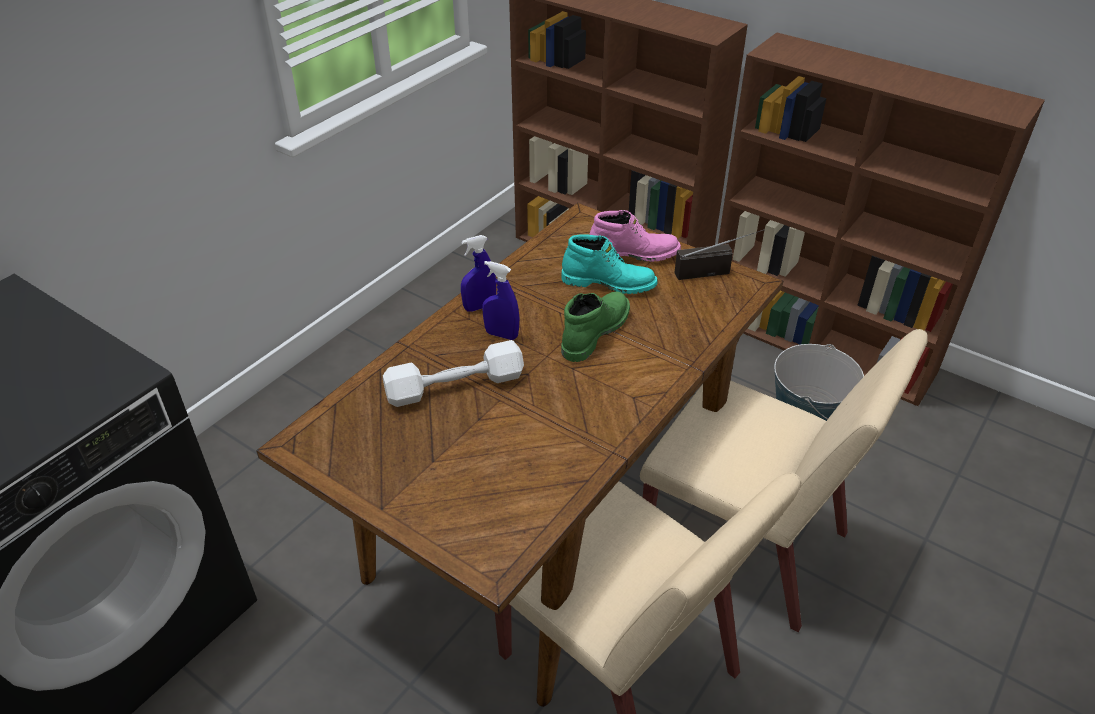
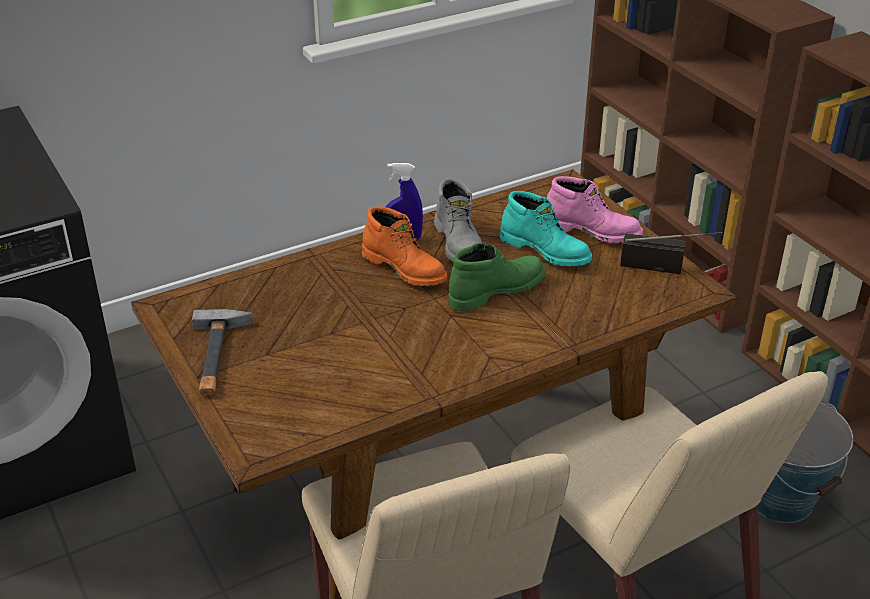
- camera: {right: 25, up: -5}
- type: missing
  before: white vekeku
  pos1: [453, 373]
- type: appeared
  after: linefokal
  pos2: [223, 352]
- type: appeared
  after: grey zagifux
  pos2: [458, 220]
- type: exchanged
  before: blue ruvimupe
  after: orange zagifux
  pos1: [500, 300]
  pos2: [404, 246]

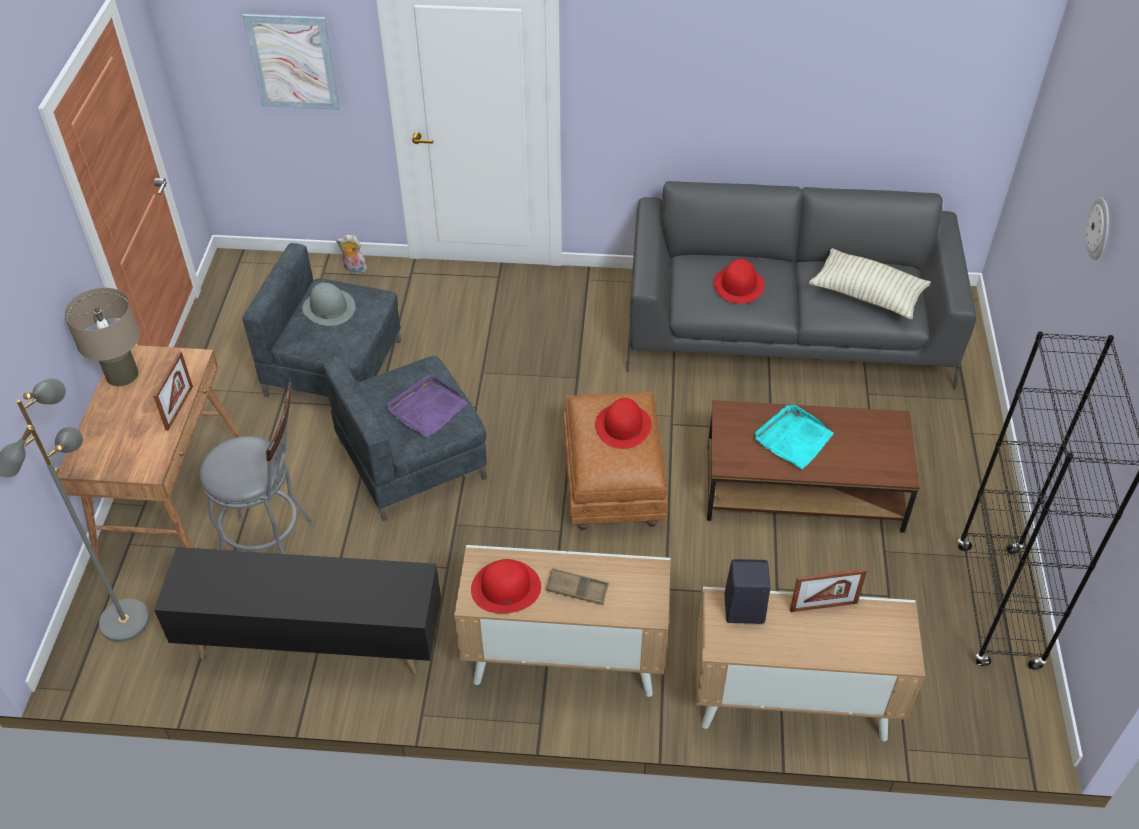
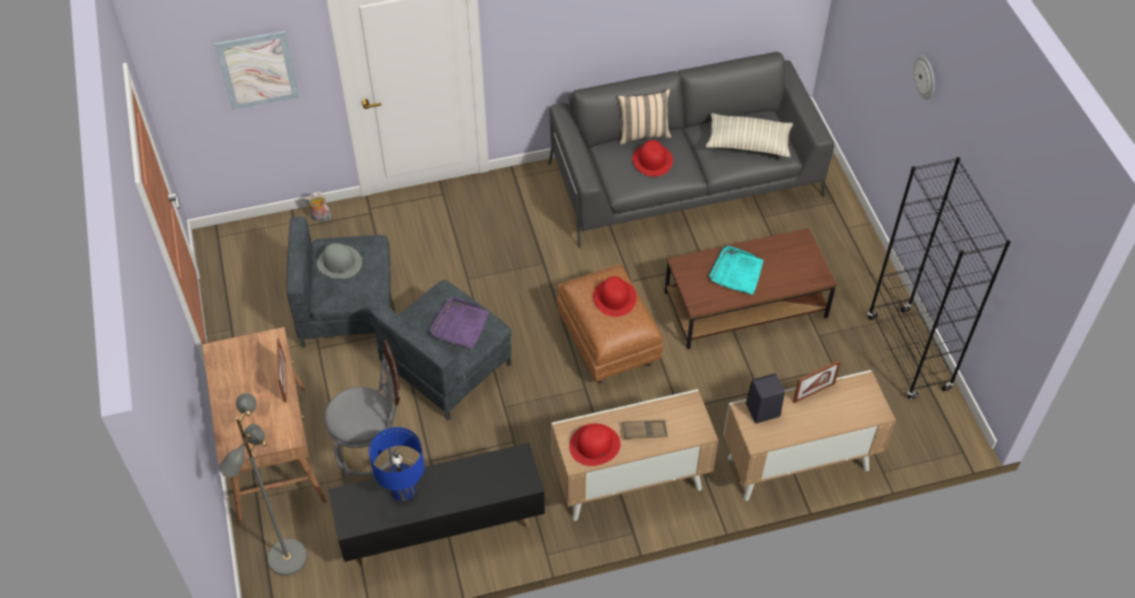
- camera: {right: -20, up: 5}
- type: missing
  before: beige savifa
  pos1: [102, 337]
- type: appeared
  after: blue savifa
  pos2: [396, 464]
- type: appeared
  after: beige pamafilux
  pos2: [644, 117]

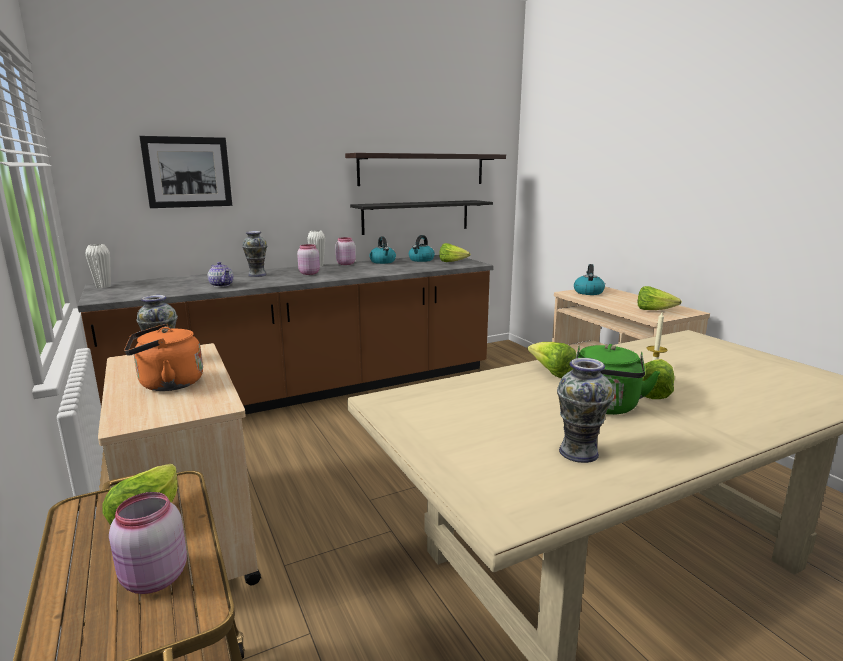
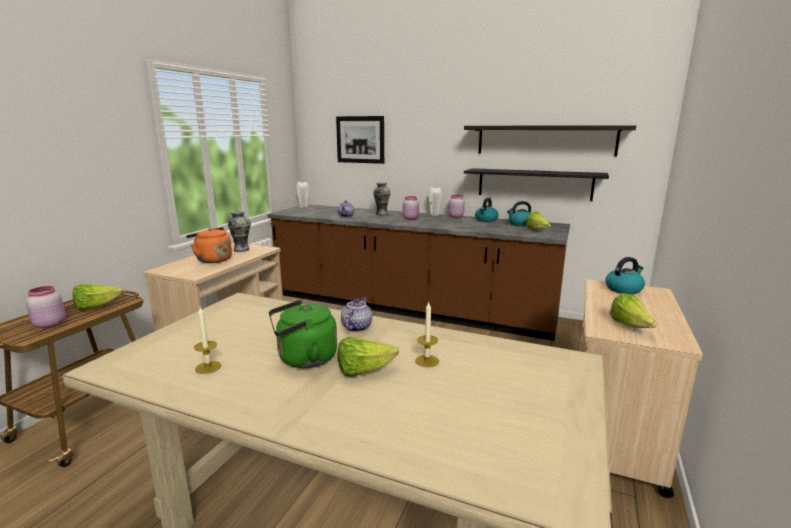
- camera: {right: 50, up: 0}
- type: exchanged
  before: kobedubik
  after: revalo
  pos1: [551, 360]
  pos2: [356, 314]
- type: exchanged
  before: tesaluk
  after: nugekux
  pos1: [585, 410]
  pos2: [208, 340]

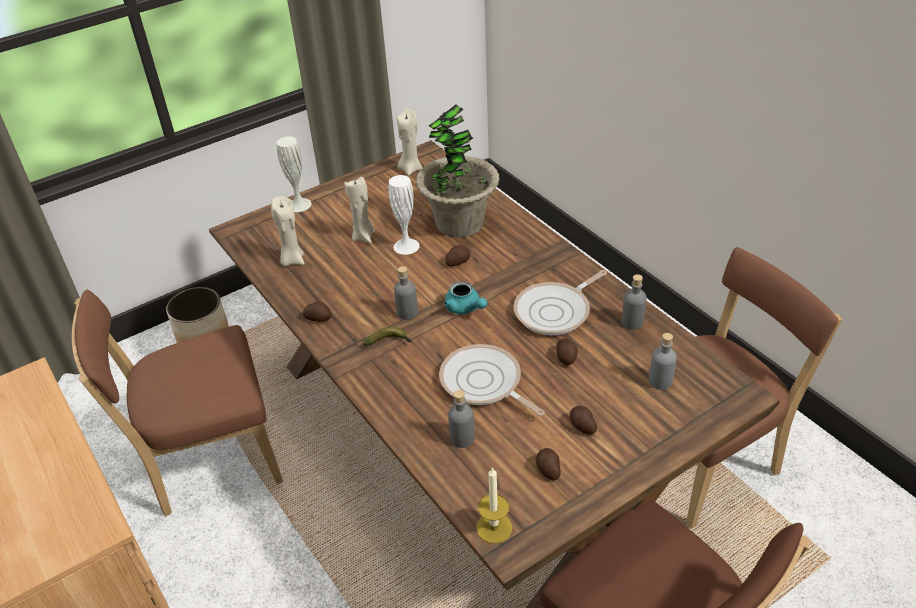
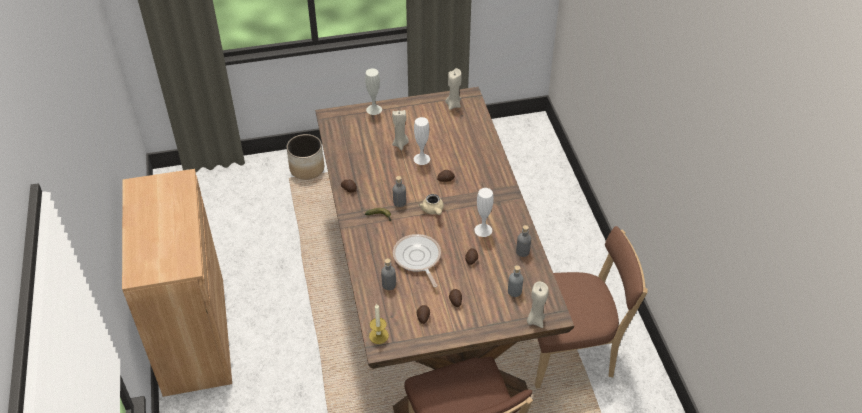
- camera: {right: 20, up: 5}
- type: missing
  before: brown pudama
  pos1: [177, 403]
- type: missing
  before: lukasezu
  pos1: [457, 170]
- type: relocated
  before: beige nugekux
  pos1: [287, 231]
  pos2: [537, 304]
- type: exchanged
  before: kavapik
  after: white tesaluk
  pos1: [560, 302]
  pos2: [484, 212]
- type: colour
  before: turquoise revalo
  after: beige revalo
  pos1: [466, 297]
  pos2: [431, 204]

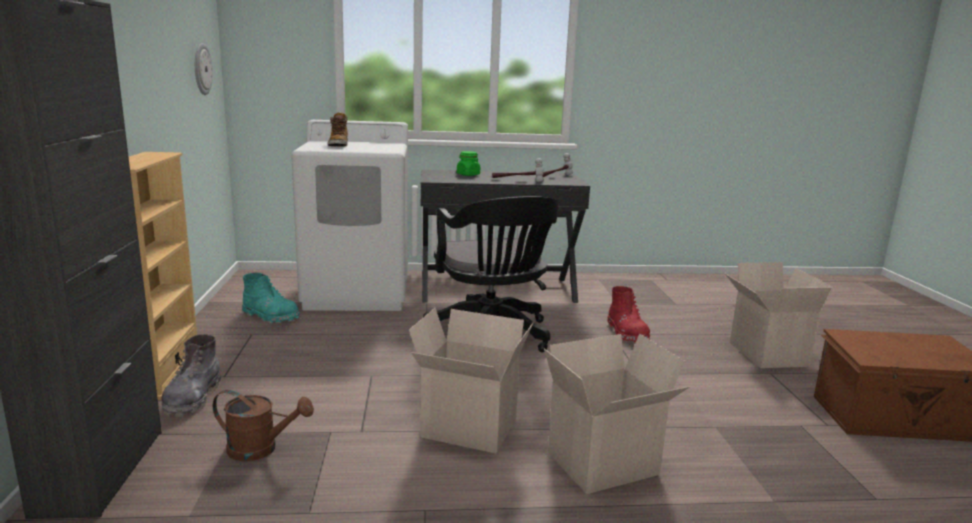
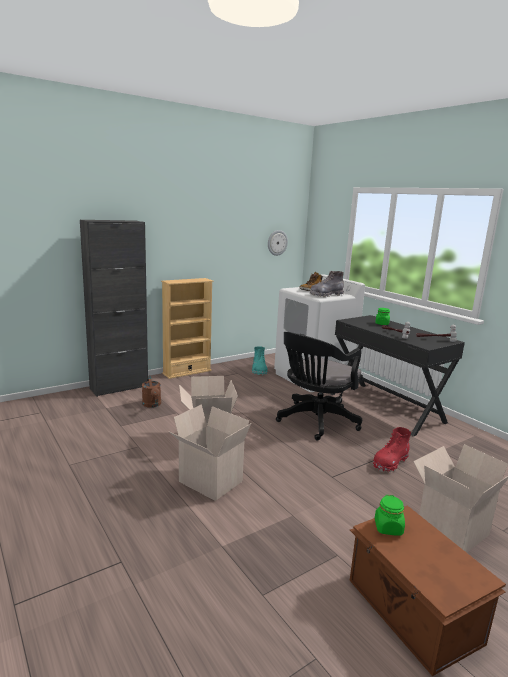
- camera: {right: 60, up: 0}
- type: appeared
  after: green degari
  pos2: [390, 515]
- type: relocated
  before: grey zagifux
  pos1: [191, 376]
  pos2: [327, 284]

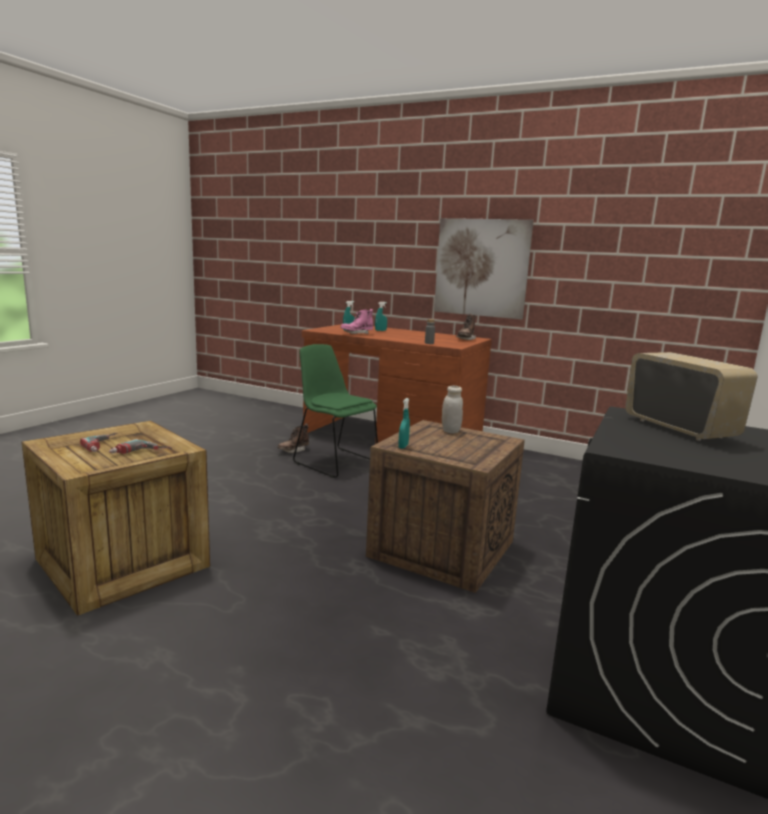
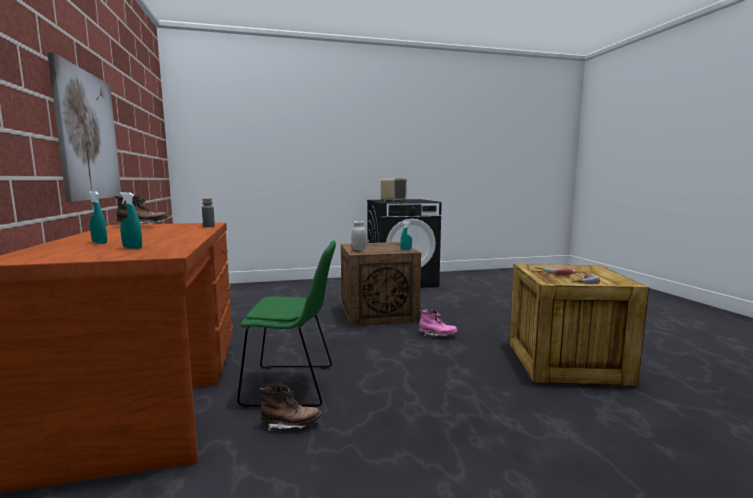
- camera: {right: -130, up: -5}
- type: relocated
  before: pink zagifux
  pos1: [356, 321]
  pos2: [438, 323]
- type: spun
  before: green pudama
  pos1: [335, 411]
  pos2: [286, 324]
  turn: -90

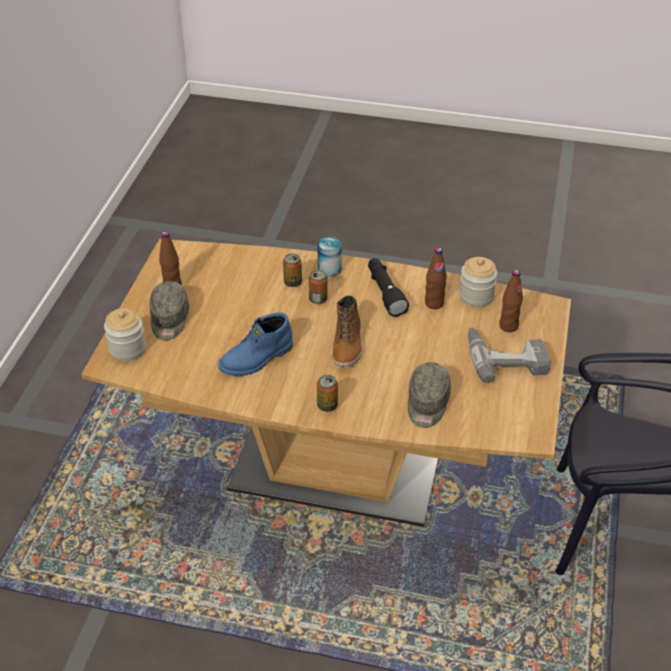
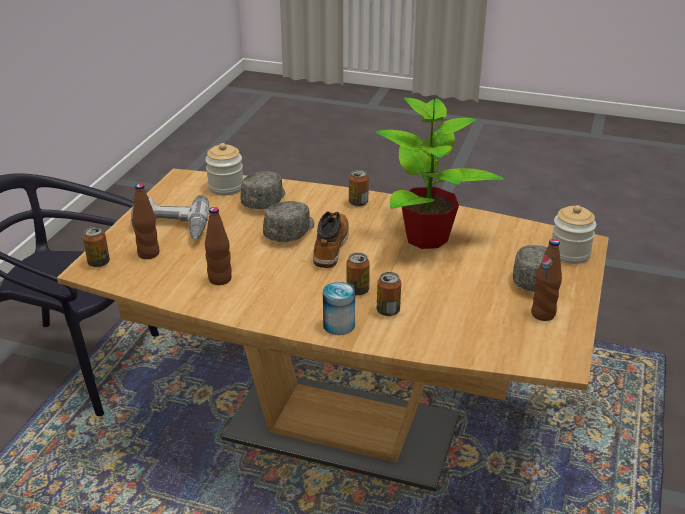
- camera: {right: -175, up: -10}
- type: missing
  before: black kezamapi
  pos1: [388, 287]
- type: appeared
  after: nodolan
  pos2: [96, 246]
- type: appeared
  after: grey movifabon
  pos2: [288, 221]
- type: relocated
  before: degari
  pos1: [478, 282]
  pos2: [224, 169]
- type: exchanged
  before: blue zagifux
  after: lukasezu
  pos1: [255, 344]
  pos2: [440, 172]

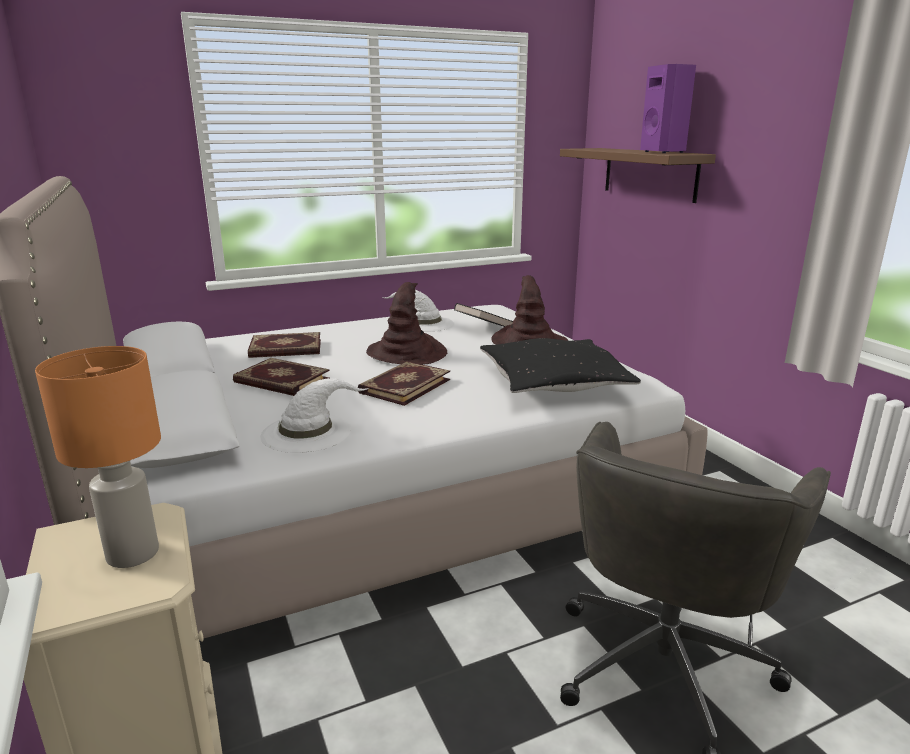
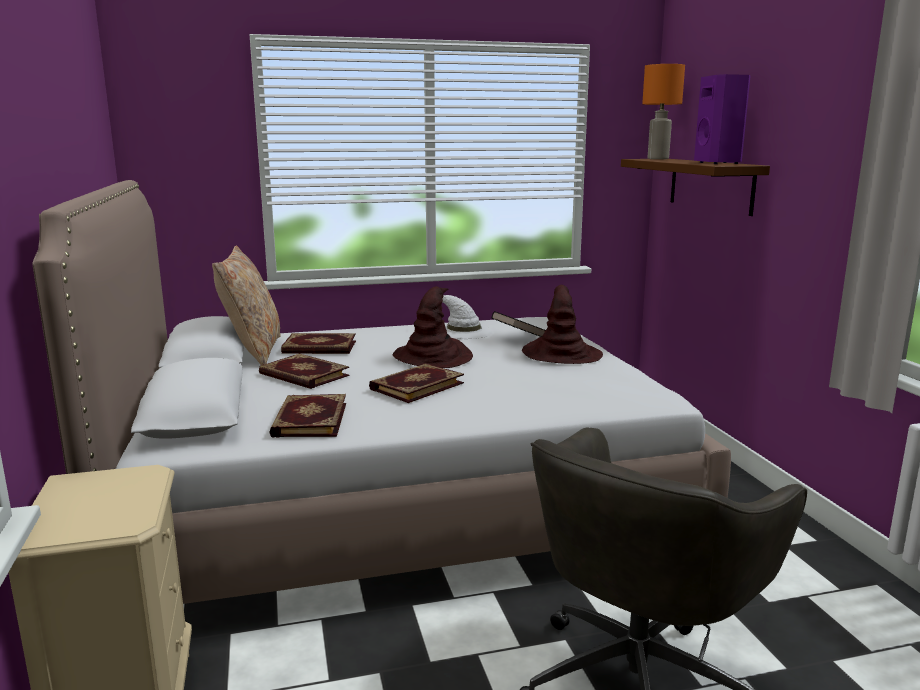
- camera: {right: 10, up: -5}
- type: missing
  before: black pamafilux
  pos1: [560, 365]
- type: appeared
  after: beige pamafilux
  pos2: [246, 305]
- type: relocated
  before: orange savifa
  pos1: [98, 457]
  pos2: [663, 111]
- type: exchanged
  before: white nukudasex
  after: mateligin
  pos1: [314, 415]
  pos2: [307, 416]

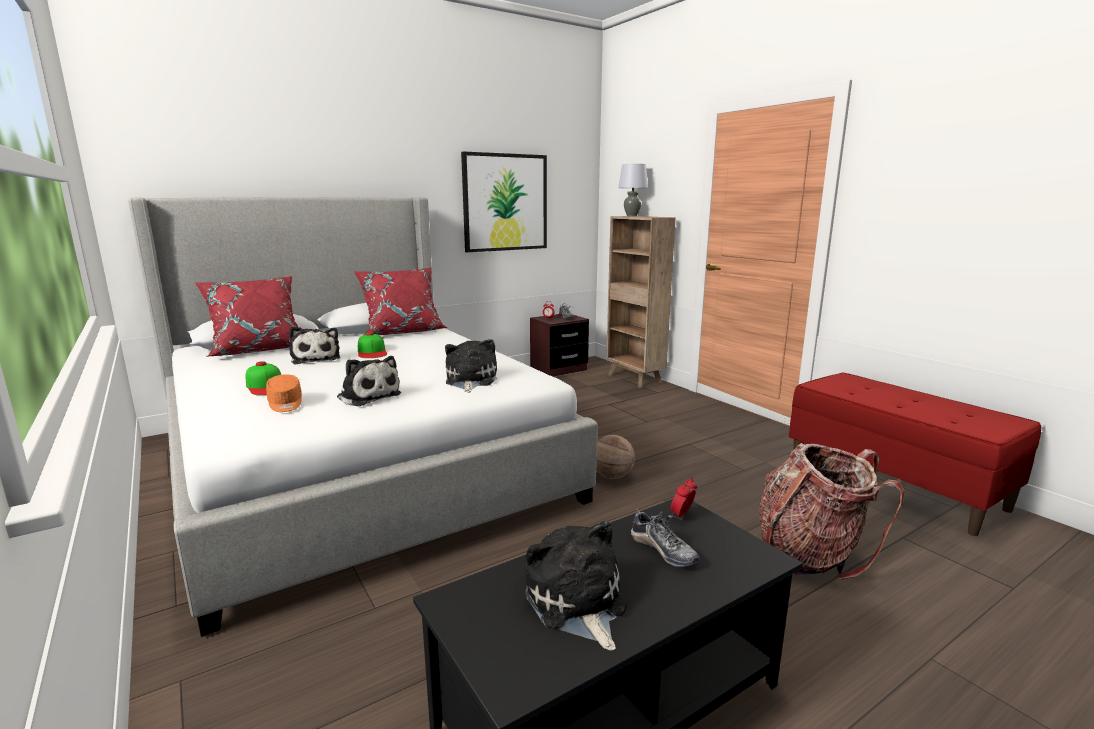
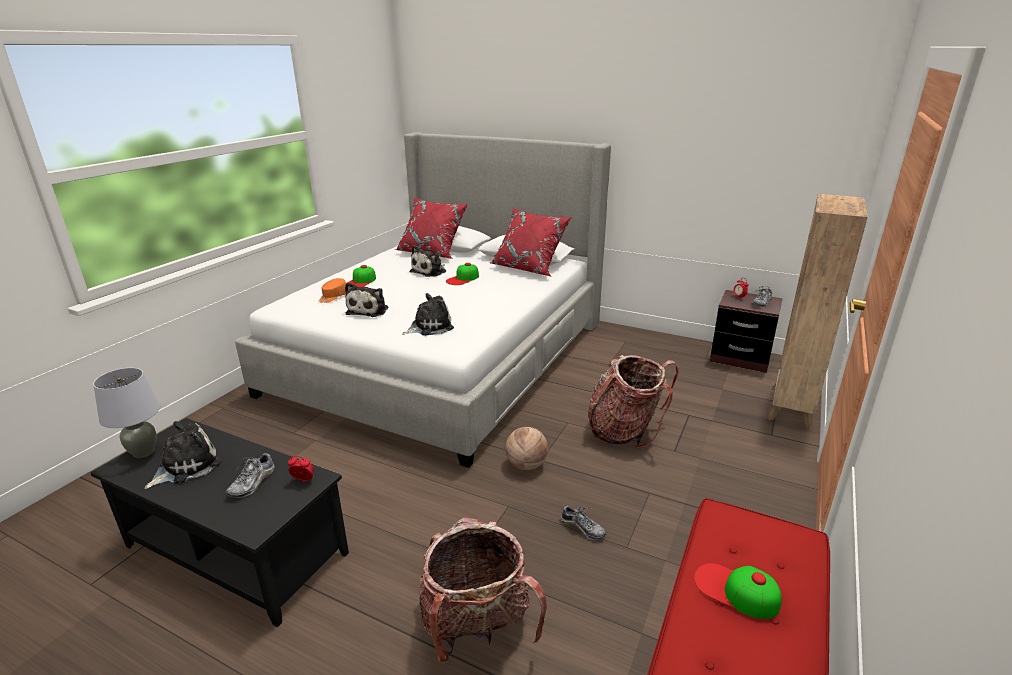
- camera: {right: 60, up: 10}
- type: missing
  before: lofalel
  pos1: [504, 201]
- type: appeared
  after: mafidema
  pos2: [583, 522]
- type: appeared
  after: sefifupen
  pos2: [633, 402]
- type: appeared
  after: movifabon
  pos2: [738, 591]
- type: relocated
  before: grey savifa
  pos1: [633, 190]
  pos2: [126, 413]

